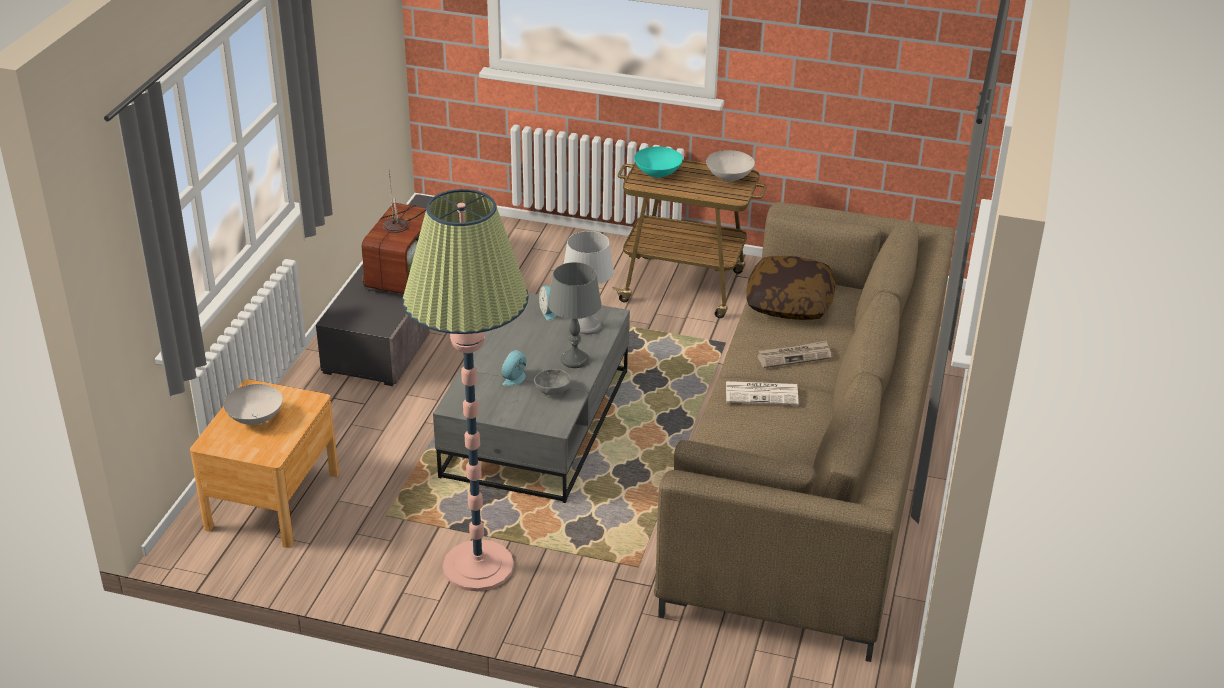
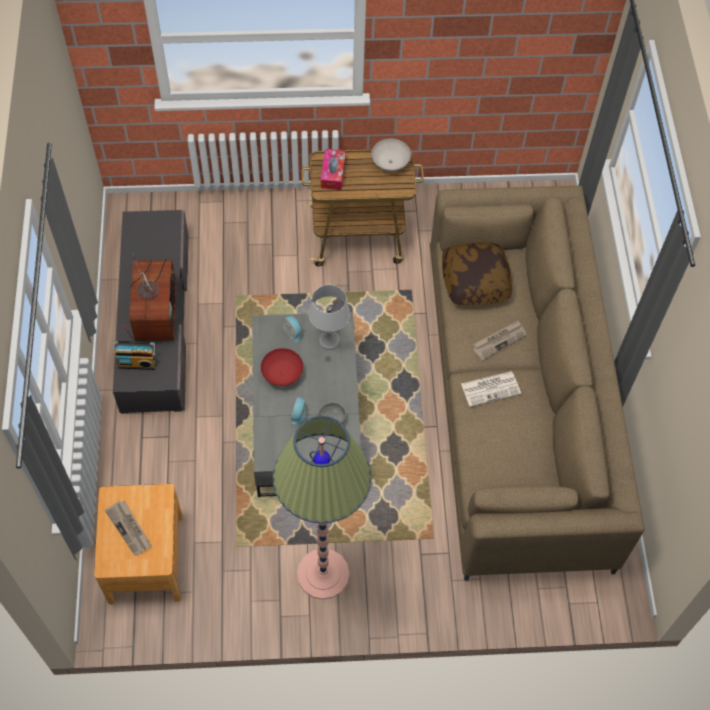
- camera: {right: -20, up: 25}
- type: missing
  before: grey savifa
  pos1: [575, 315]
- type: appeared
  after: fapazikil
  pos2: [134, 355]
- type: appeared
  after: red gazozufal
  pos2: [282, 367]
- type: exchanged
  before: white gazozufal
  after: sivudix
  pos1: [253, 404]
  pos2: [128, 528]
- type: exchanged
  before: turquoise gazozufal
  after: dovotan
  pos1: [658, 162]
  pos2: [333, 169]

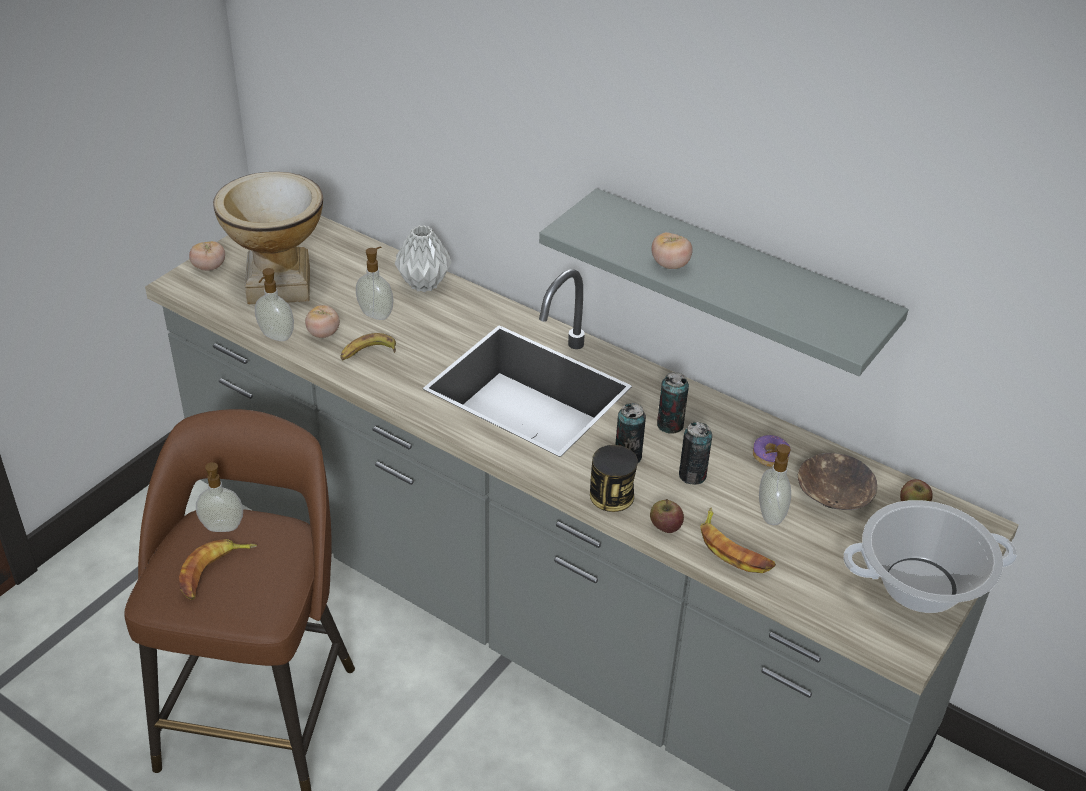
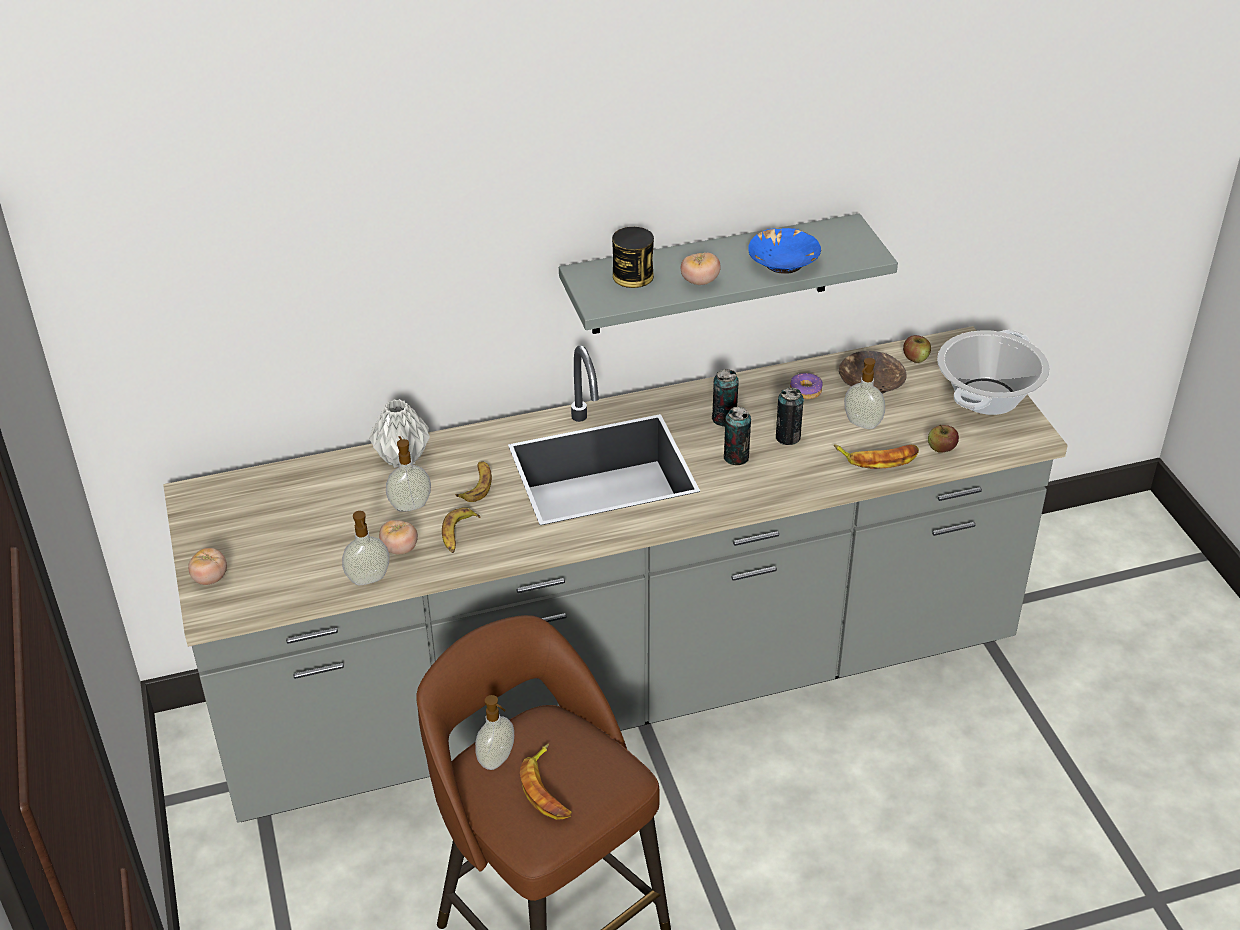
- camera: {right: -50, up: 0}
- type: missing
  before: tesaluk
  pos1: [268, 238]
- type: appeared
  after: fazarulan
  pos2: [473, 481]
- type: appeared
  after: blue gazozufal
  pos2: [784, 251]
- type: relocated
  before: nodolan
  pos1: [614, 478]
  pos2: [633, 257]
- type: relocated
  before: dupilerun
  pos1: [667, 516]
  pos2: [943, 439]

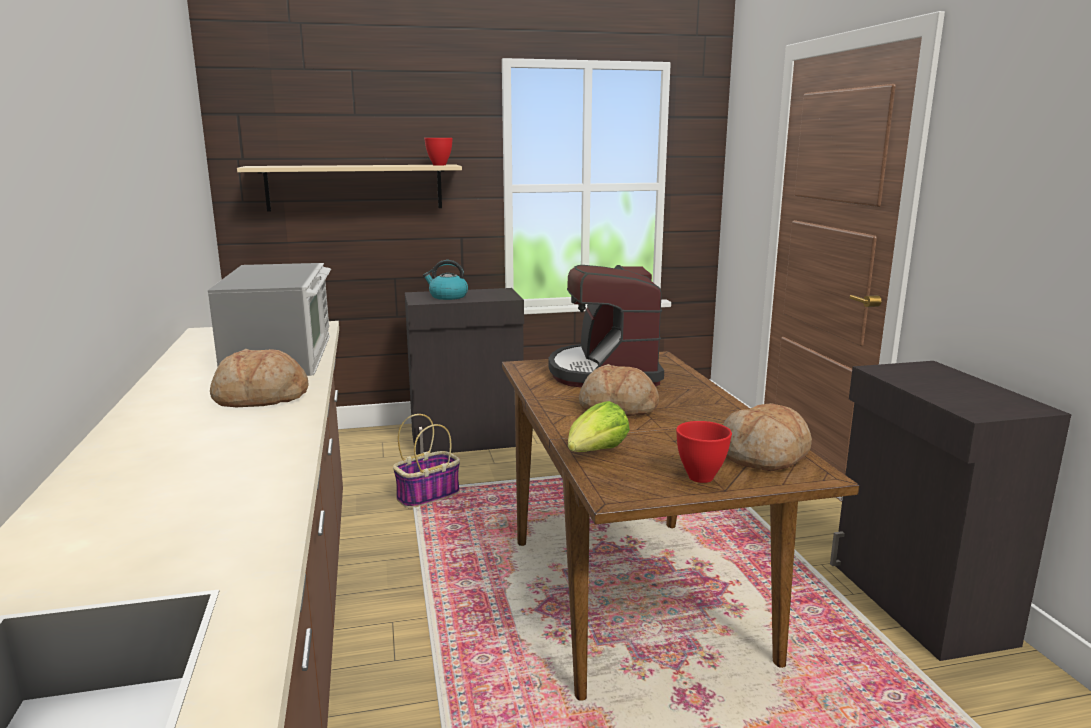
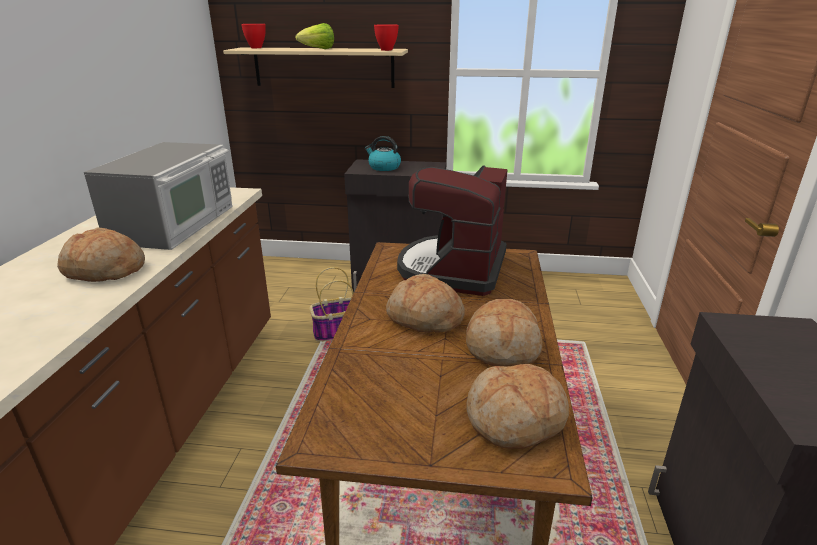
- camera: {right: 20, up: 10}
- type: appeared
  after: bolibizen
  pos2: [504, 333]
- type: relocated
  before: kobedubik
  pos1: [599, 426]
  pos2: [314, 36]
- type: relocated
  before: red gazozufal
  pos1: [704, 452]
  pos2: [253, 36]

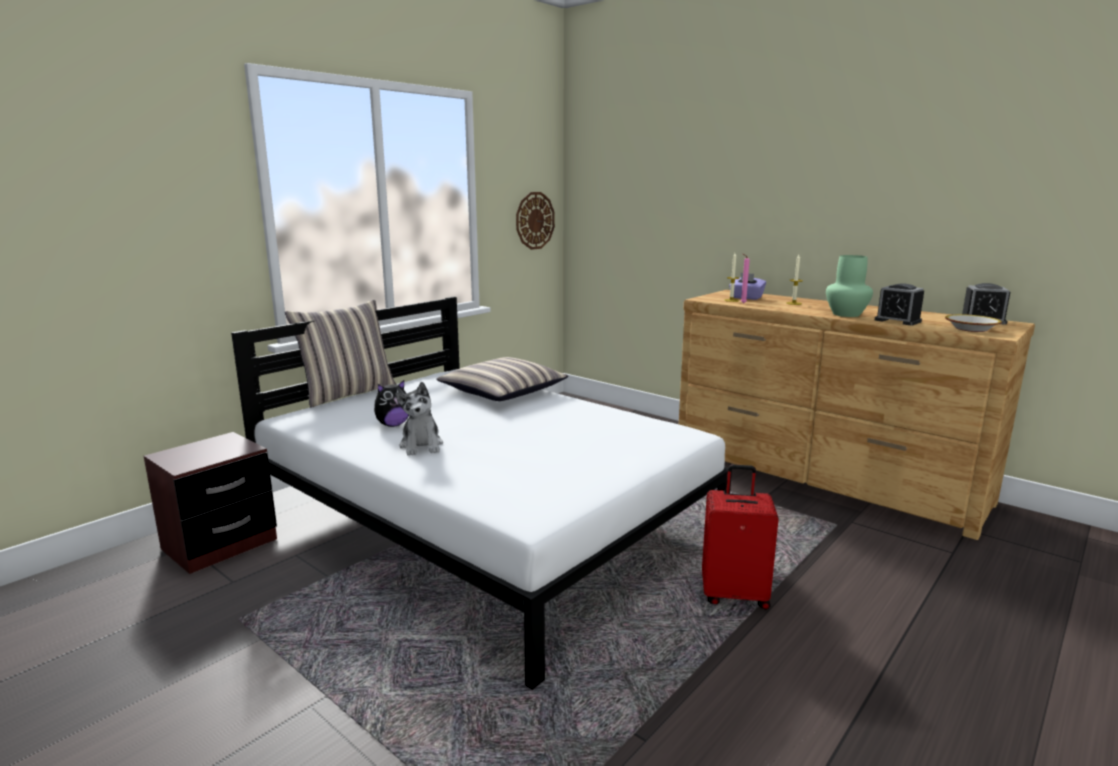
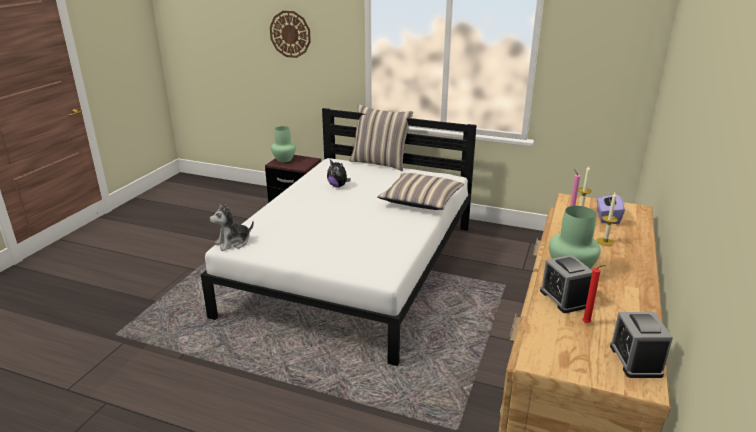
- camera: {right: 70, up: 10}
- type: missing
  before: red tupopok
  pos1: [740, 537]
- type: missing
  before: gazozufal
  pos1: [973, 323]
- type: appeared
  after: green tesaluk
  pos2: [283, 144]
- type: appeared
  after: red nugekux
  pos2: [594, 294]
- type: relocated
  before: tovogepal
  pos1: [419, 419]
  pos2: [231, 227]
- type: relocated
  before: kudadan
  pos1: [535, 221]
  pos2: [290, 34]
- type: spun
  before: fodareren
  pos1: [899, 304]
  pos2: [566, 284]
  turn: -45

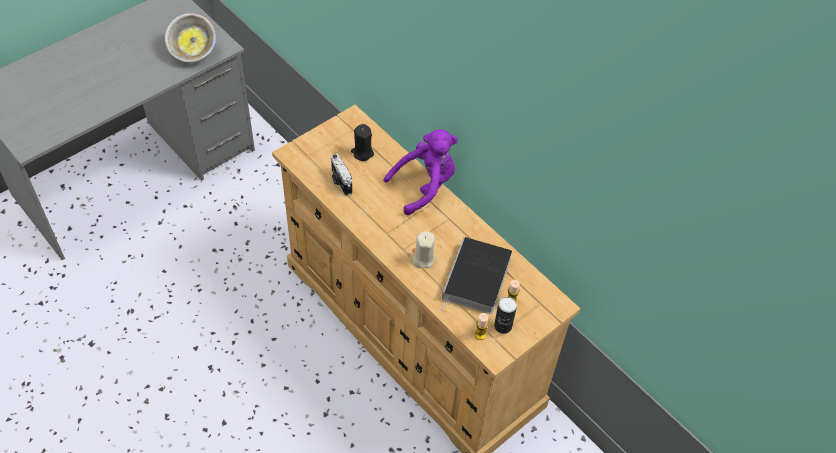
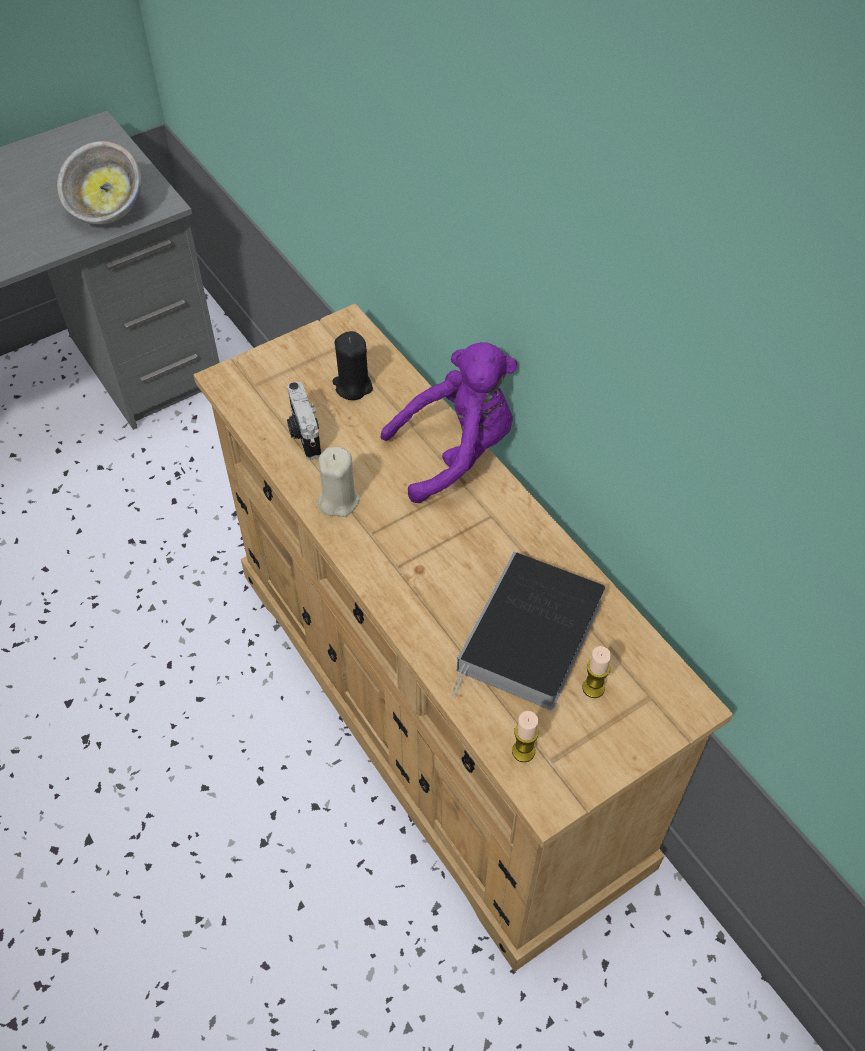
- camera: {right: 10, up: 0}
- type: missing
  before: nodolan
  pos1: [505, 315]
- type: relocated
  before: beige nugekux
  pos1: [424, 249]
  pos2: [339, 482]

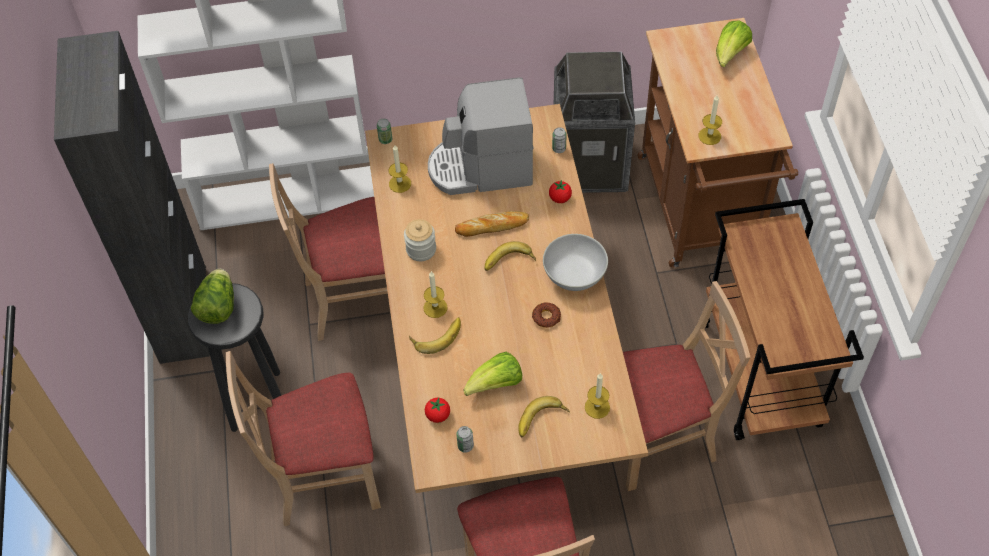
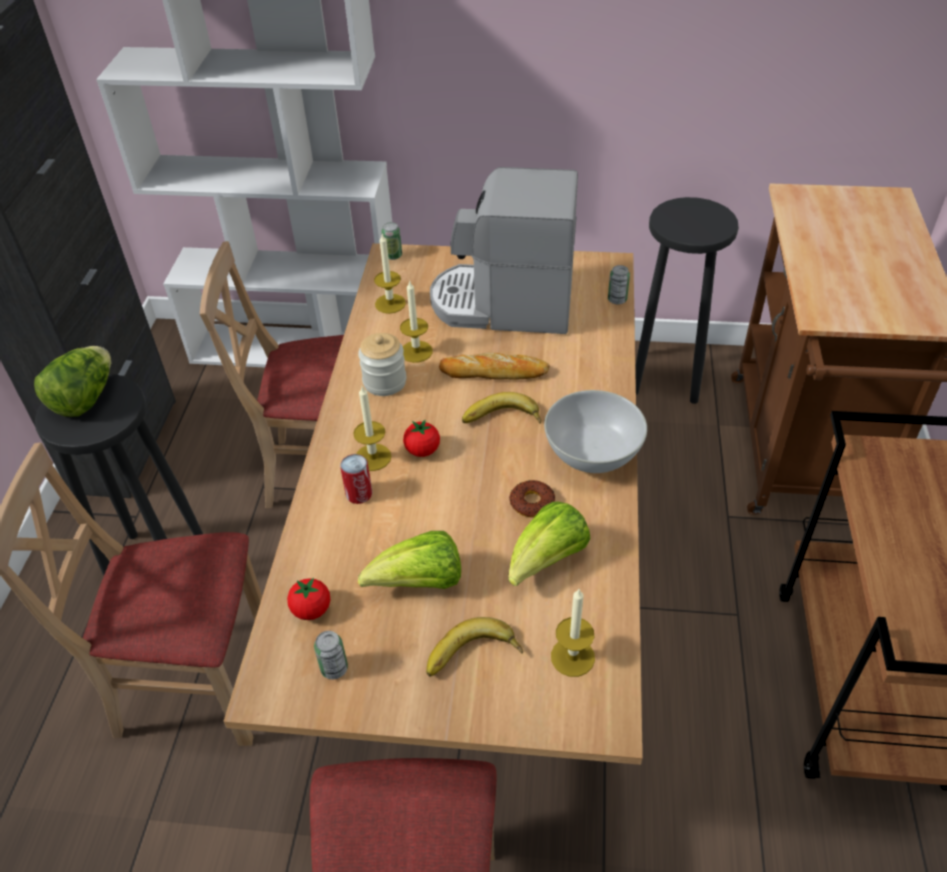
- camera: {right: 15, up: -10}
- type: missing
  before: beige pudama
  pos1: [687, 386]
- type: relocated
  before: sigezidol
  pos1: [560, 191]
  pos2: [421, 438]
- type: relocated
  before: nugekux
  pos1: [710, 120]
  pos2: [416, 321]
- type: relocated
  before: kobedubik
  pos1: [734, 44]
  pos2: [549, 544]
- type: exchanged
  before: fazarulan
  after: nodolan
  pos1: [435, 335]
  pos2: [356, 479]
- type: exchanged
  before: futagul
  after: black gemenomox
  pos1: [594, 122]
  pos2: [687, 300]

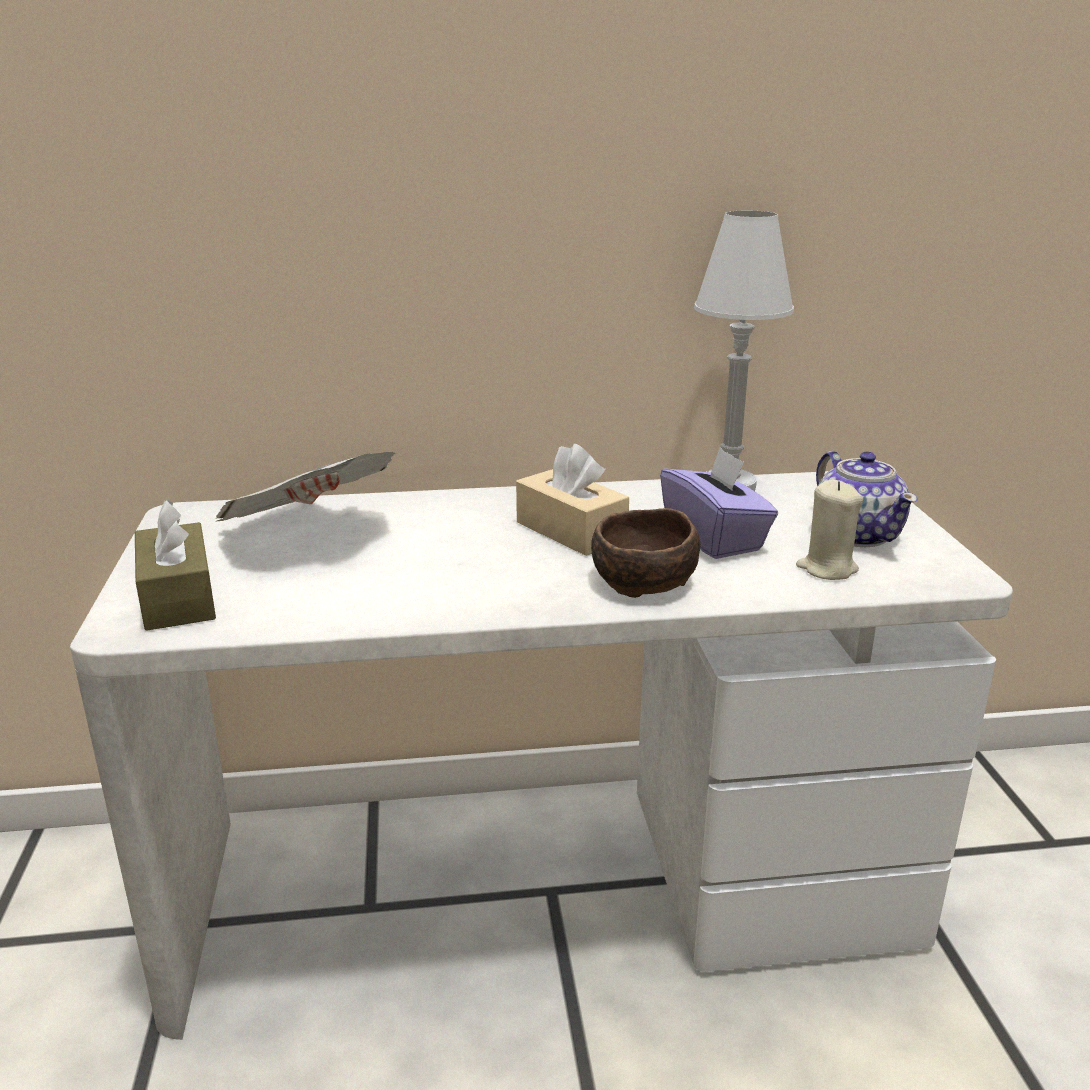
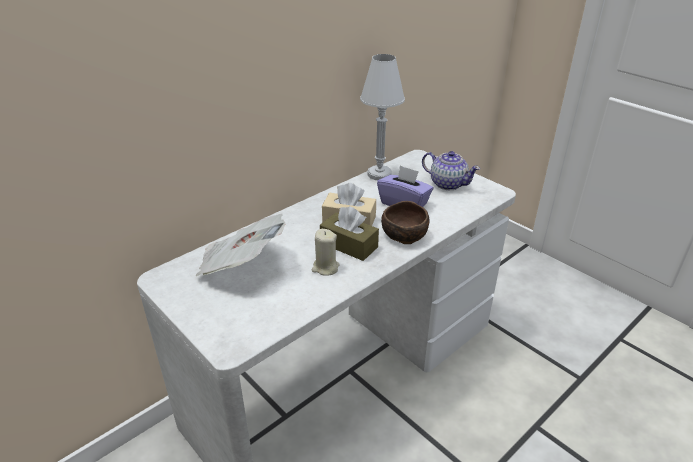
- camera: {right: -35, up: 10}
- type: relocated
  before: brown dovotan
  pos1: [175, 565]
  pos2: [349, 233]
- type: relocated
  before: beige nugekux
  pos1: [829, 530]
  pos2: [325, 252]

